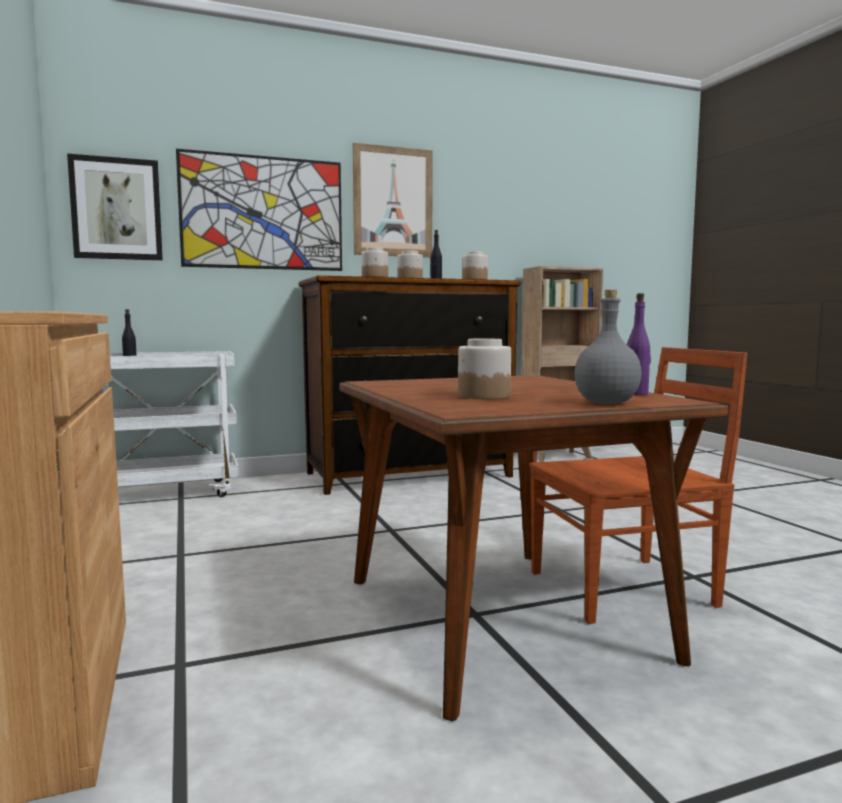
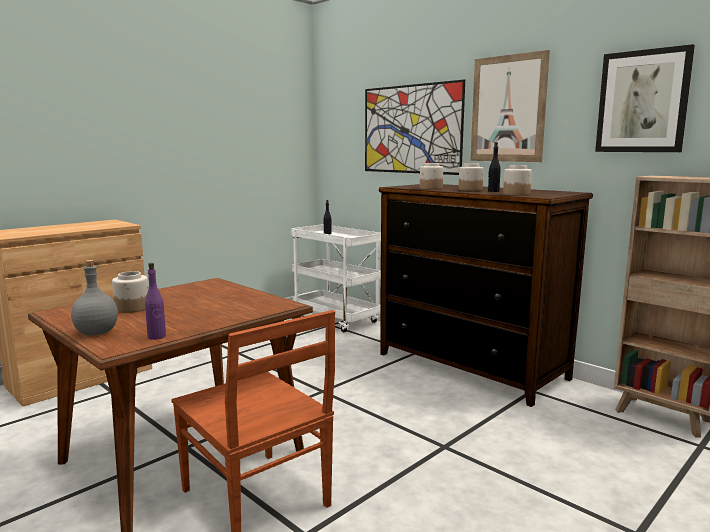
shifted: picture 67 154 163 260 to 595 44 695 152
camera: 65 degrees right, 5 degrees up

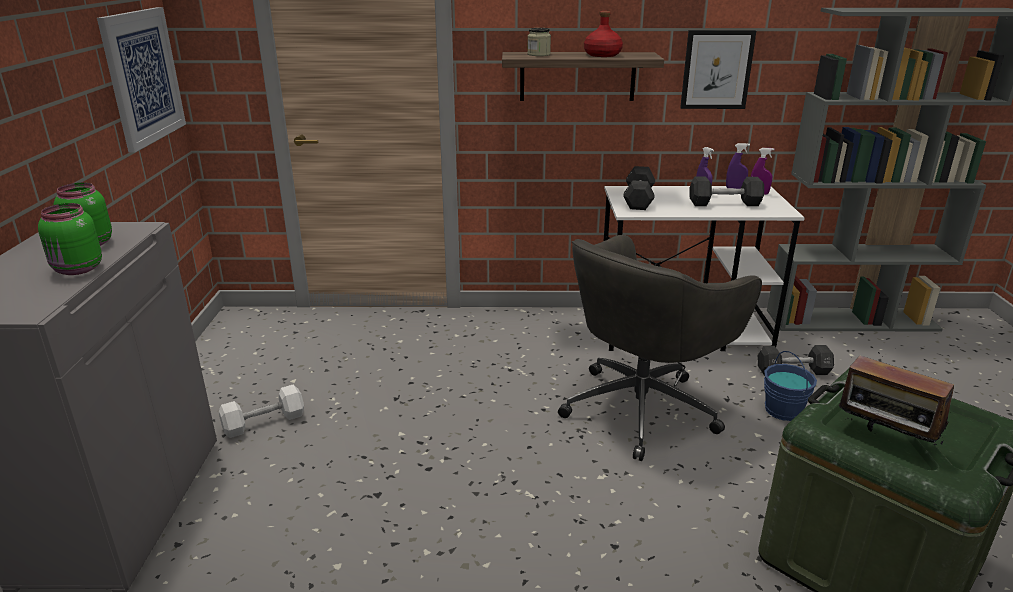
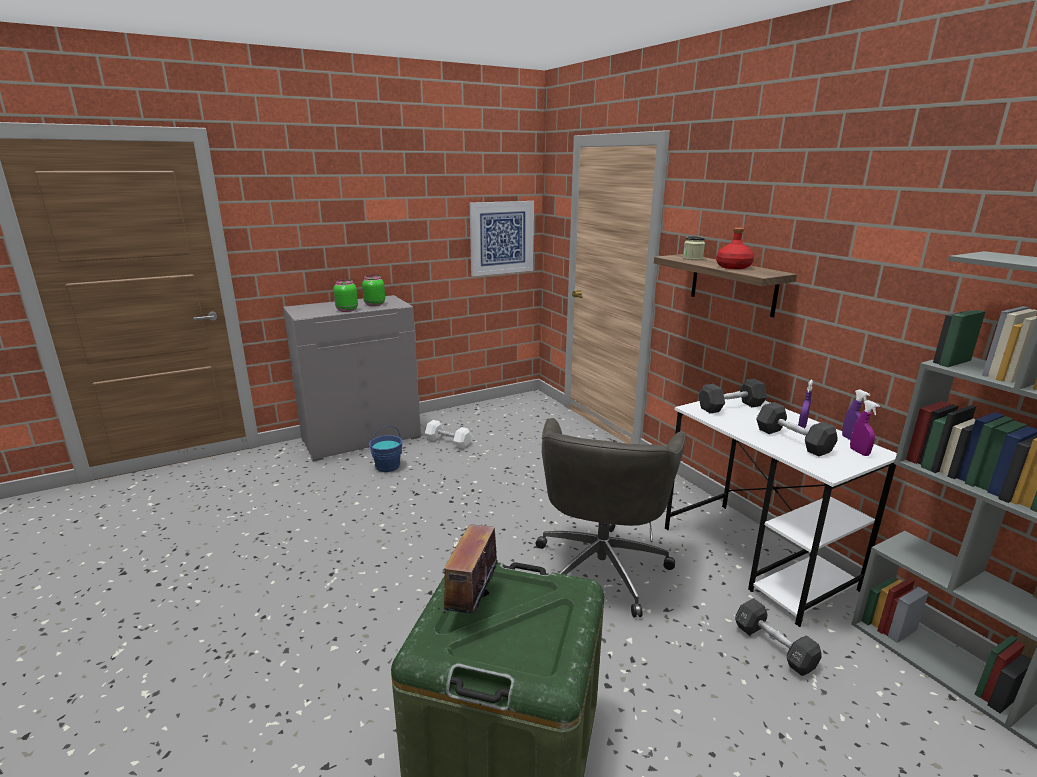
gone: picture 680 30 756 109
shifted: blue bucket 764 351 817 421 to 369 426 402 472
rotated: grey office chair 558 235 762 461 = 535 418 686 617 90 degrees counterclockwise
camera: 60 degrees right, 5 degrees down

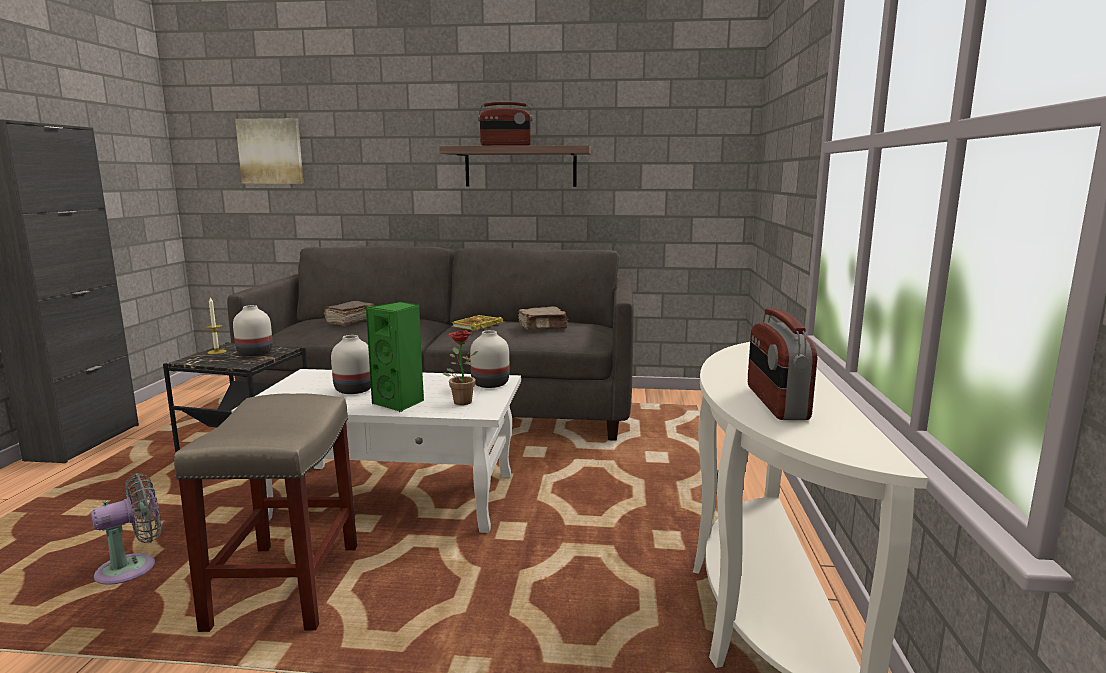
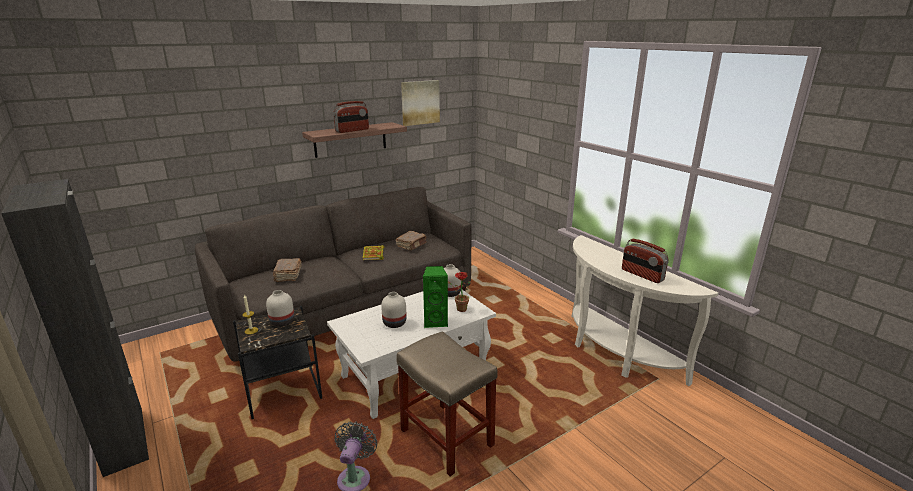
shifted: picture 235 118 304 184 to 401 80 440 126
camera: 40 degrees left, 10 degrees up

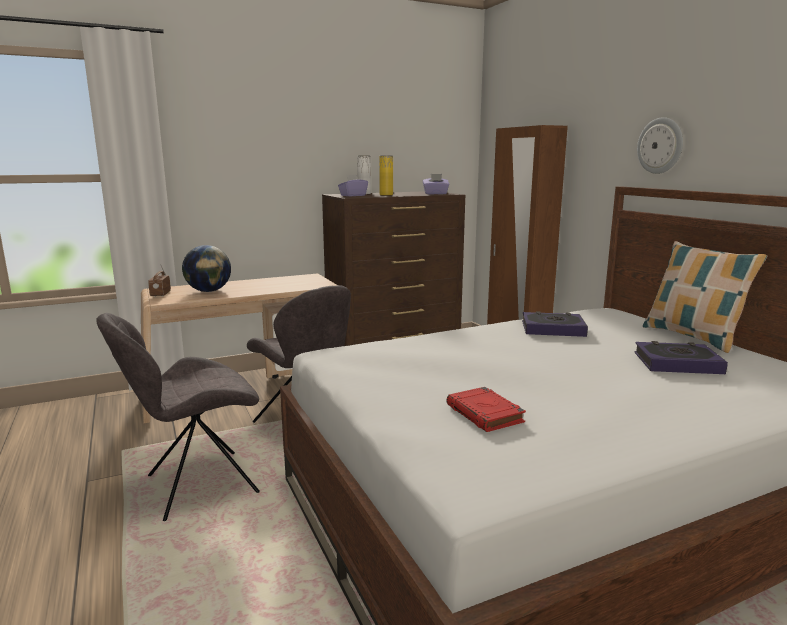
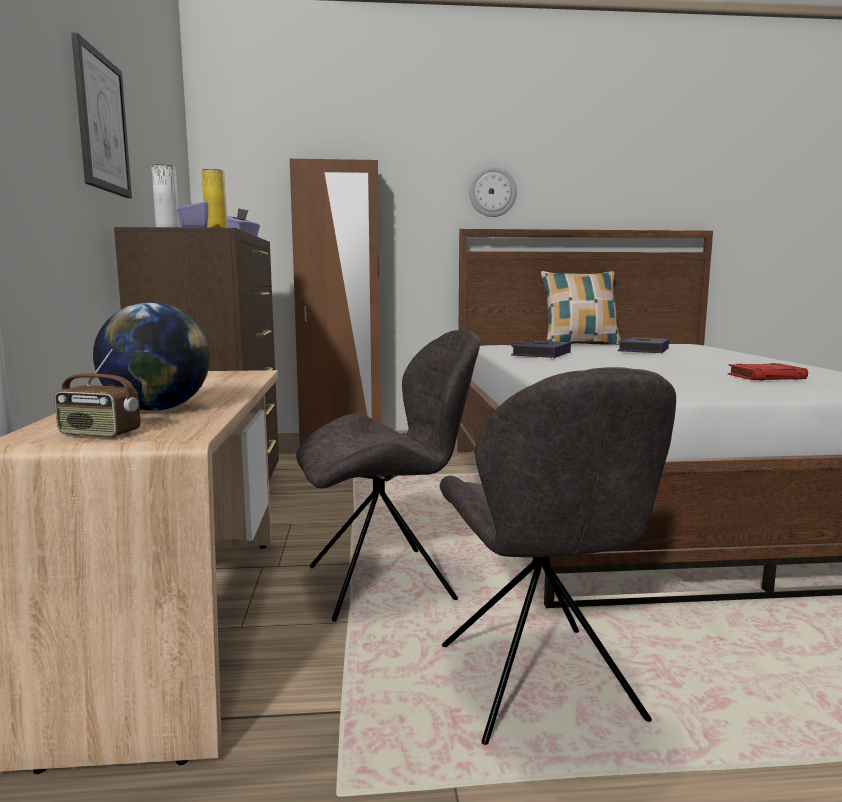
new: picture 71 33 132 198
camera: 70 degrees left, 5 degrees down

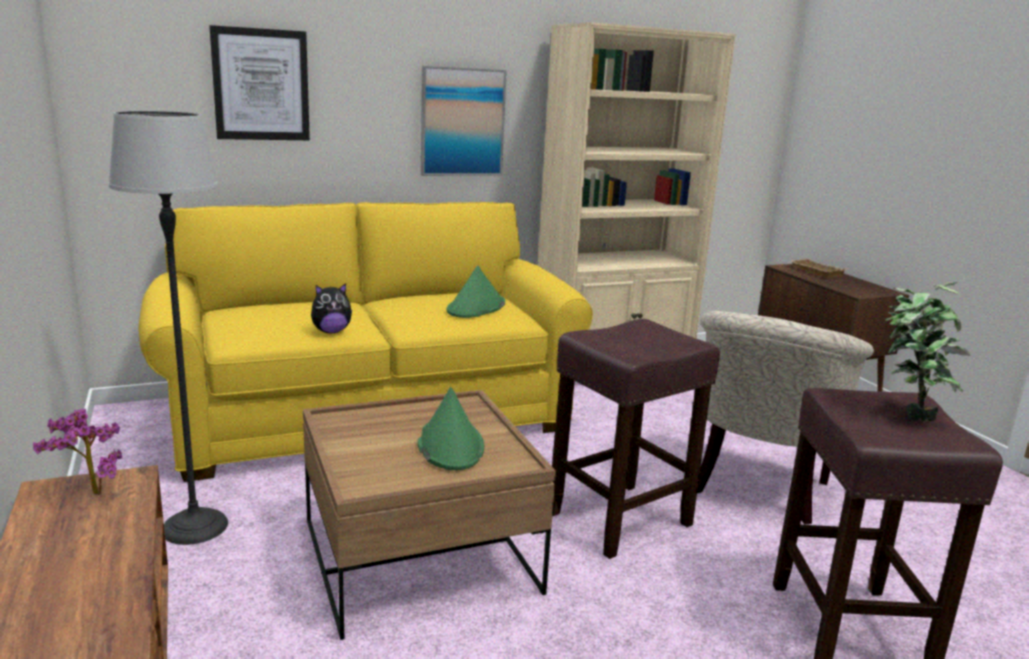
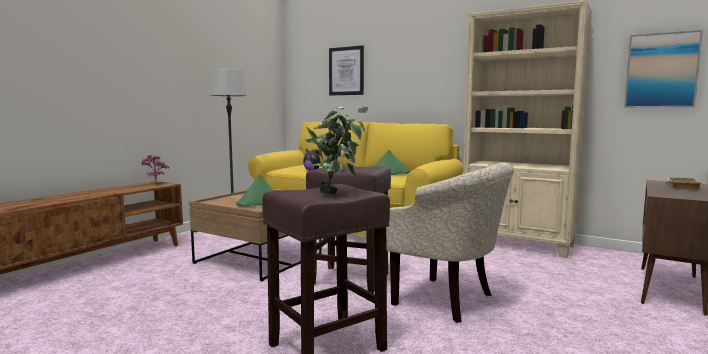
shifted: picture 421 66 507 176 to 624 30 703 108
rotated: beige armchair 697 311 874 524 = 386 163 514 323 135 degrees counterclockwise
camera: 55 degrees right, 10 degrees down

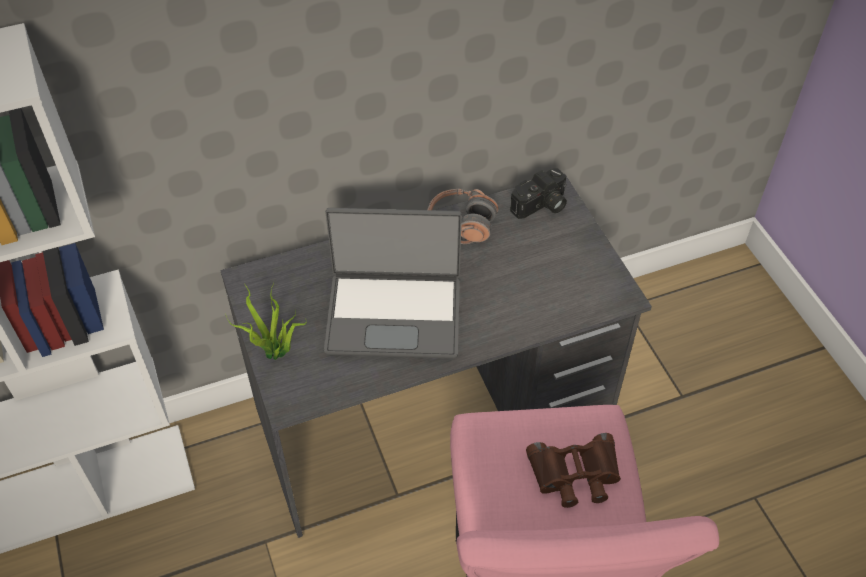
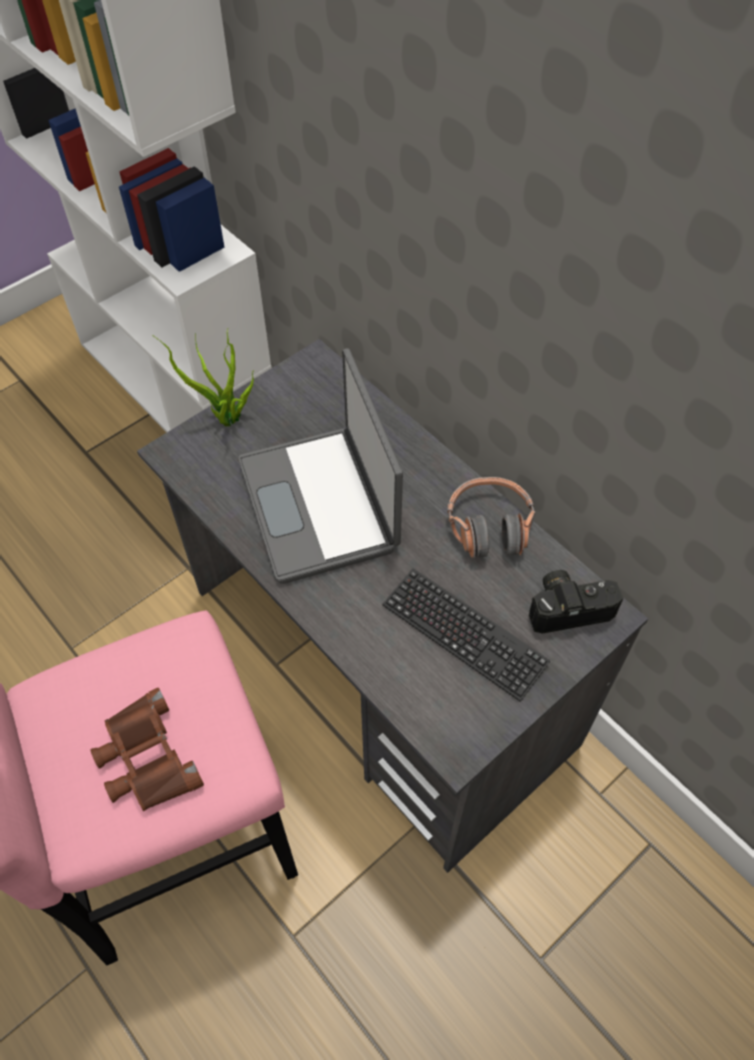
new: keyboard 382 568 551 702
rotated: photo camera 510 168 567 219 = 529 570 623 634 135 degrees clockwise
camera: 70 degrees right, 5 degrees up

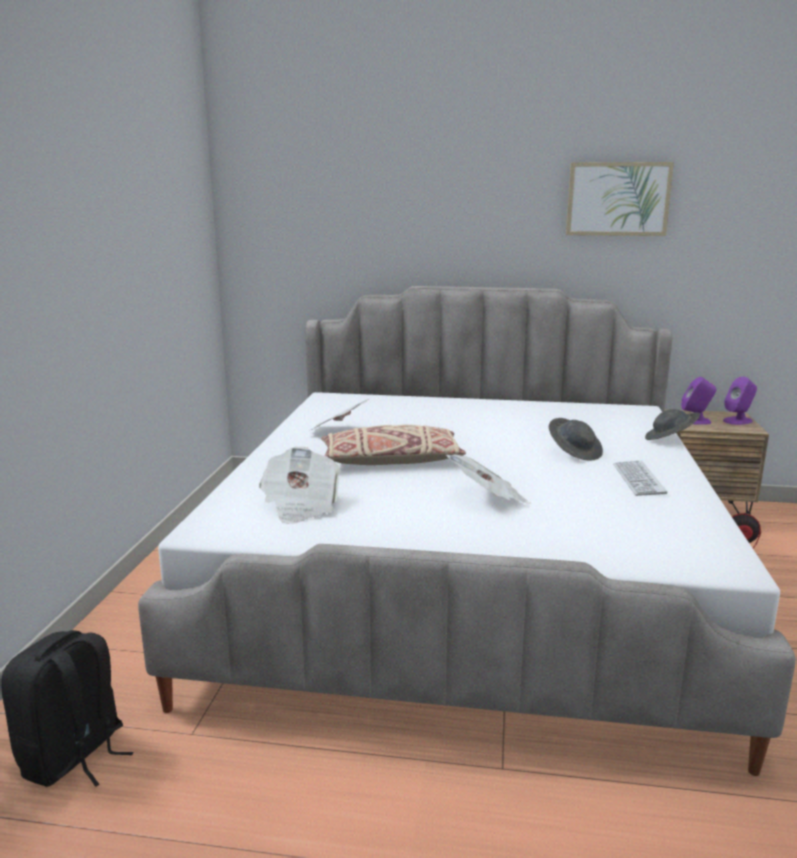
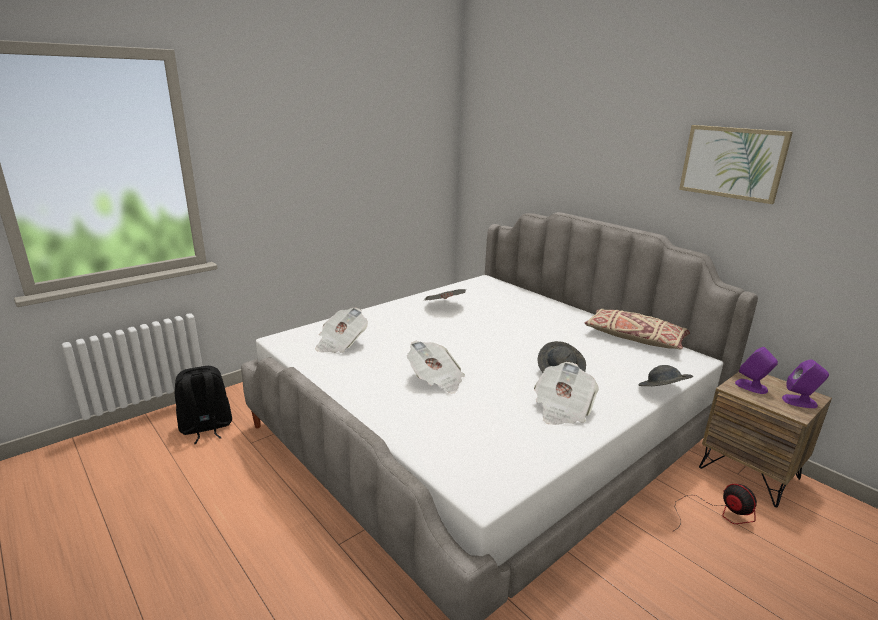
shifted: beige pillow 321 424 466 465 to 585 309 690 349
swapped: keyboard 613 460 667 496 to newspaper 534 362 599 425
camera: 40 degrees right, 5 degrees up

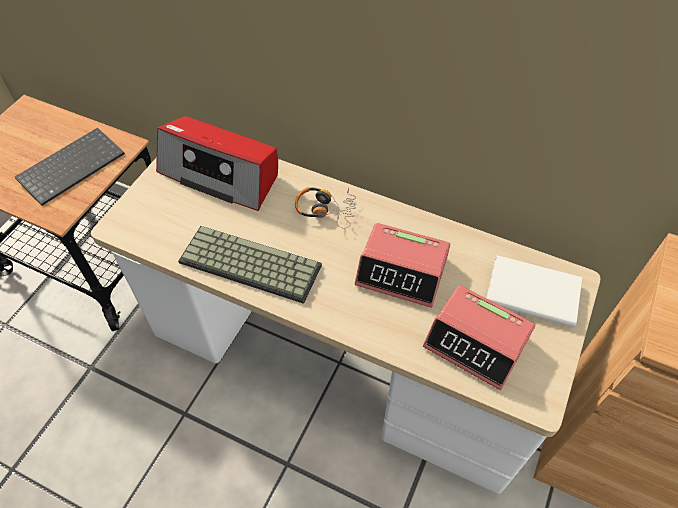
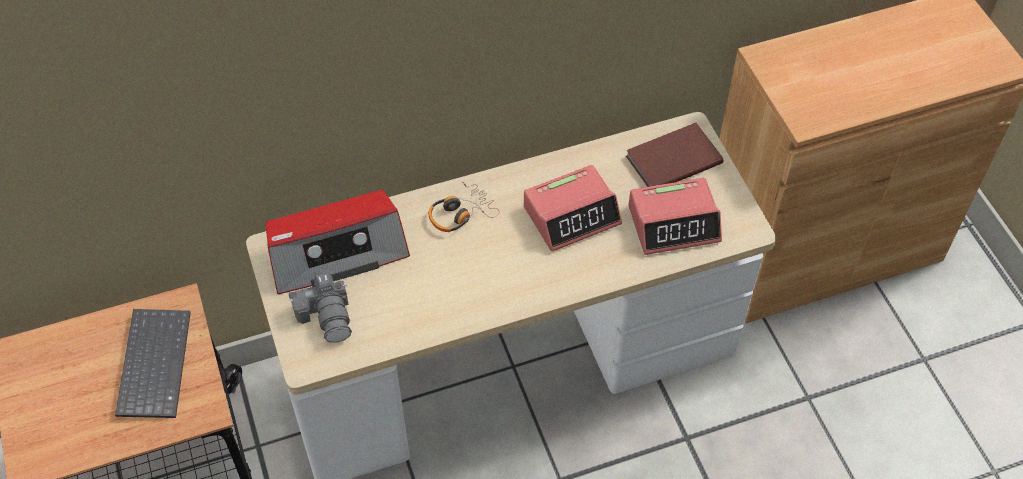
gone: keyboard 178 226 322 304
new: photo camera 289 271 352 343
repainted: white book 486 255 582 328 to brown book 626 123 723 187
camera: 45 degrees left, 0 degrees up

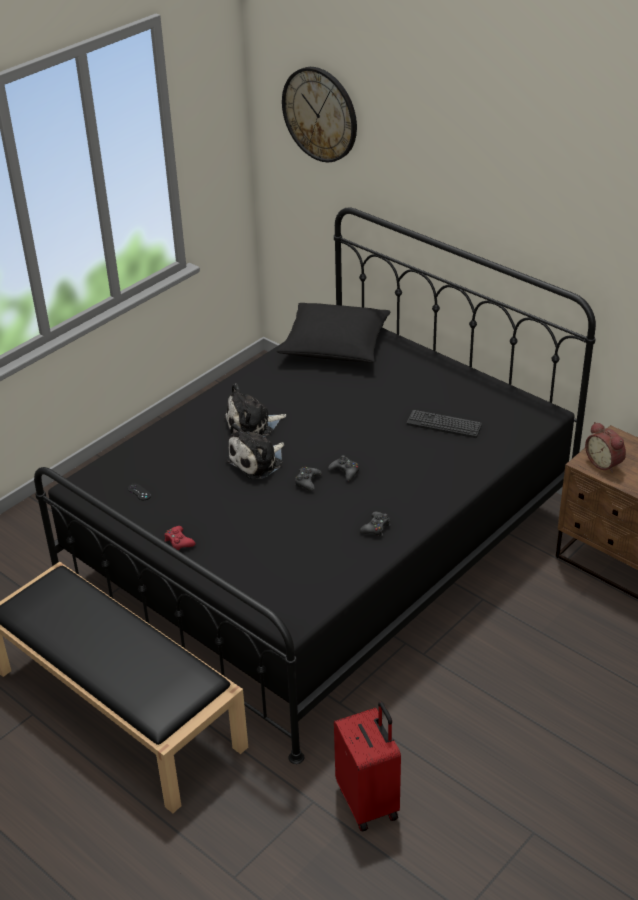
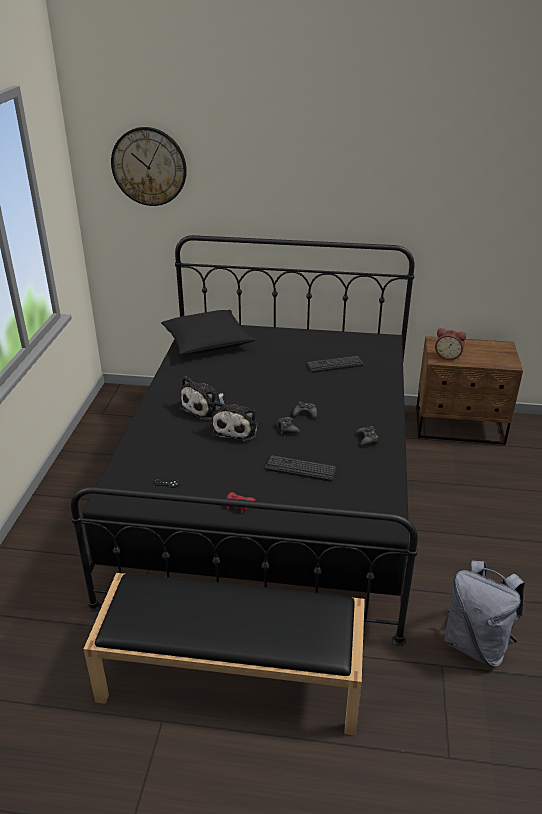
new: keyboard 265 455 336 482
swapped: red suitcase 334 702 401 831 to grey backpack 444 560 525 667
camera: 35 degrees left, 5 degrees down

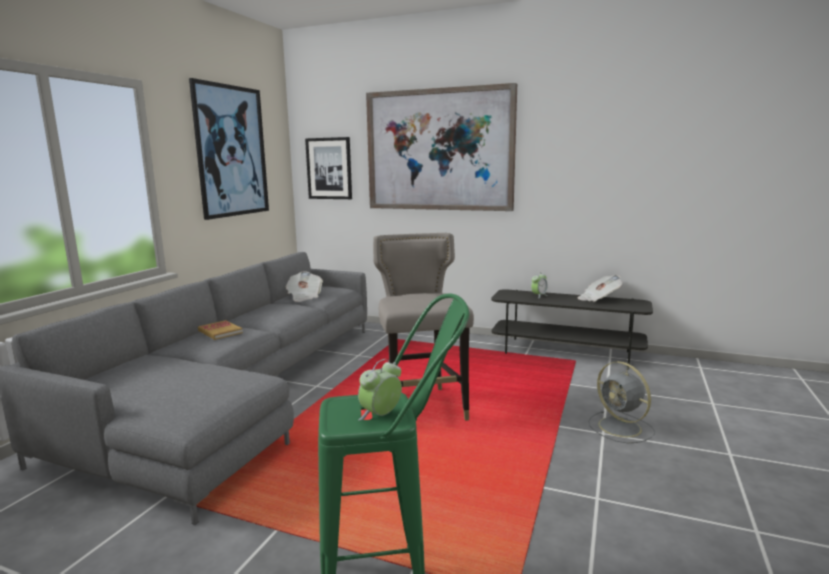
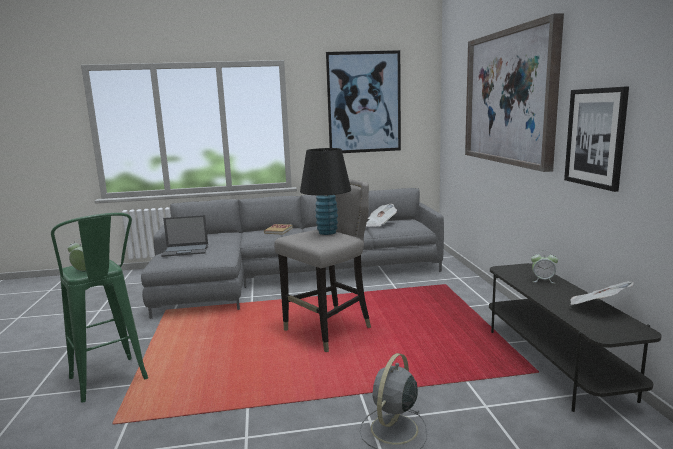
new: black table lamp 300 148 351 235; laptop 161 215 208 257
shifted: picture 305 137 352 199 to 564 86 629 192
camera: 60 degrees right, 0 degrees up

